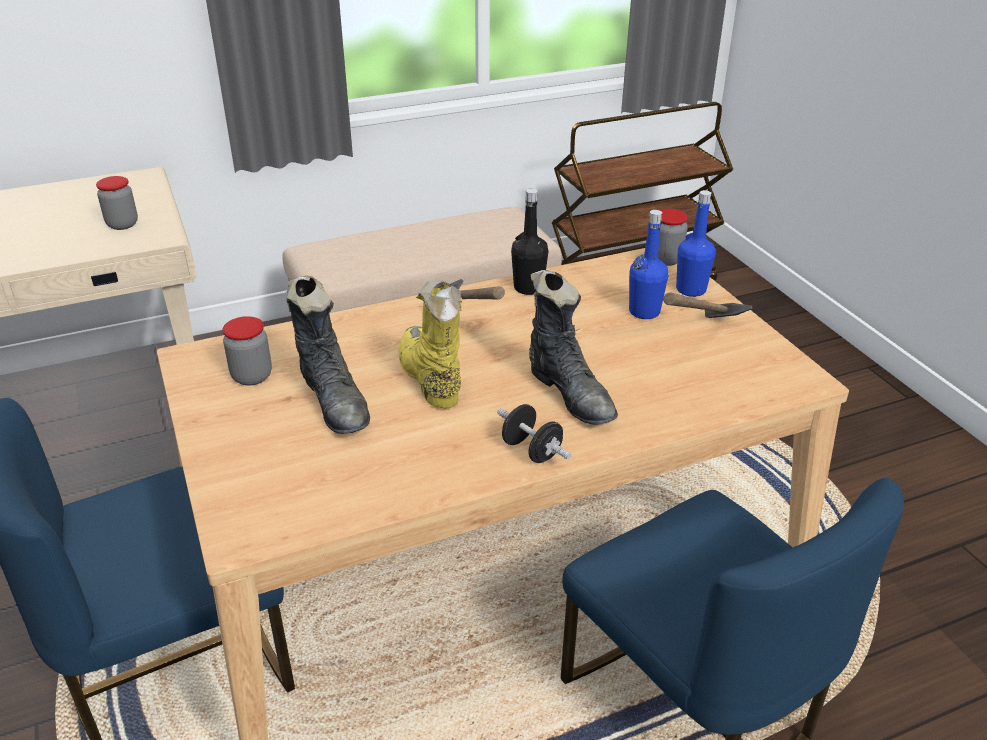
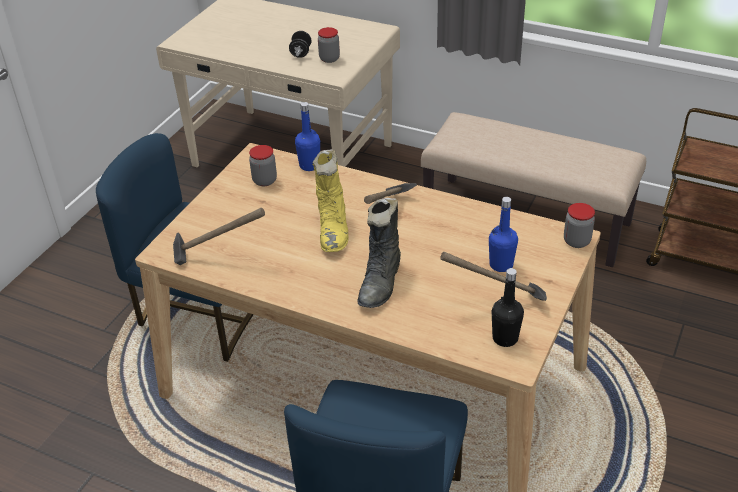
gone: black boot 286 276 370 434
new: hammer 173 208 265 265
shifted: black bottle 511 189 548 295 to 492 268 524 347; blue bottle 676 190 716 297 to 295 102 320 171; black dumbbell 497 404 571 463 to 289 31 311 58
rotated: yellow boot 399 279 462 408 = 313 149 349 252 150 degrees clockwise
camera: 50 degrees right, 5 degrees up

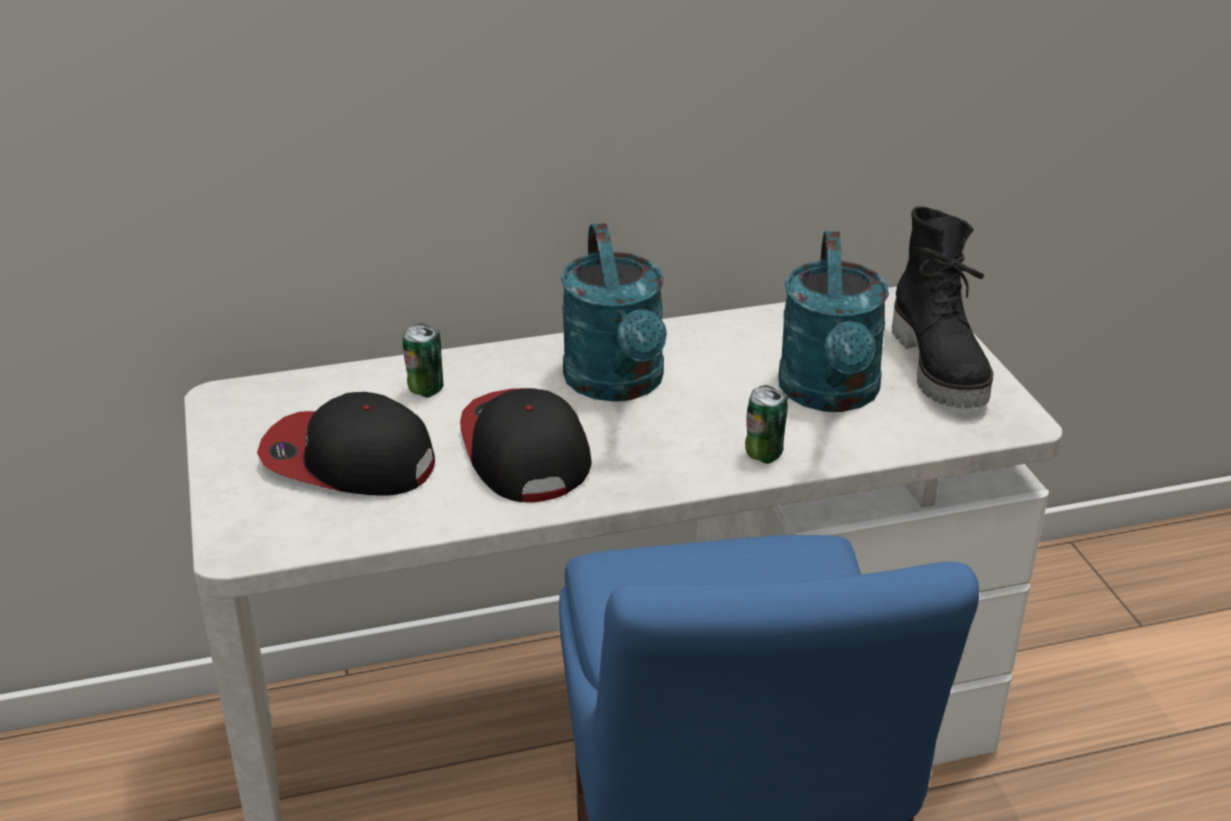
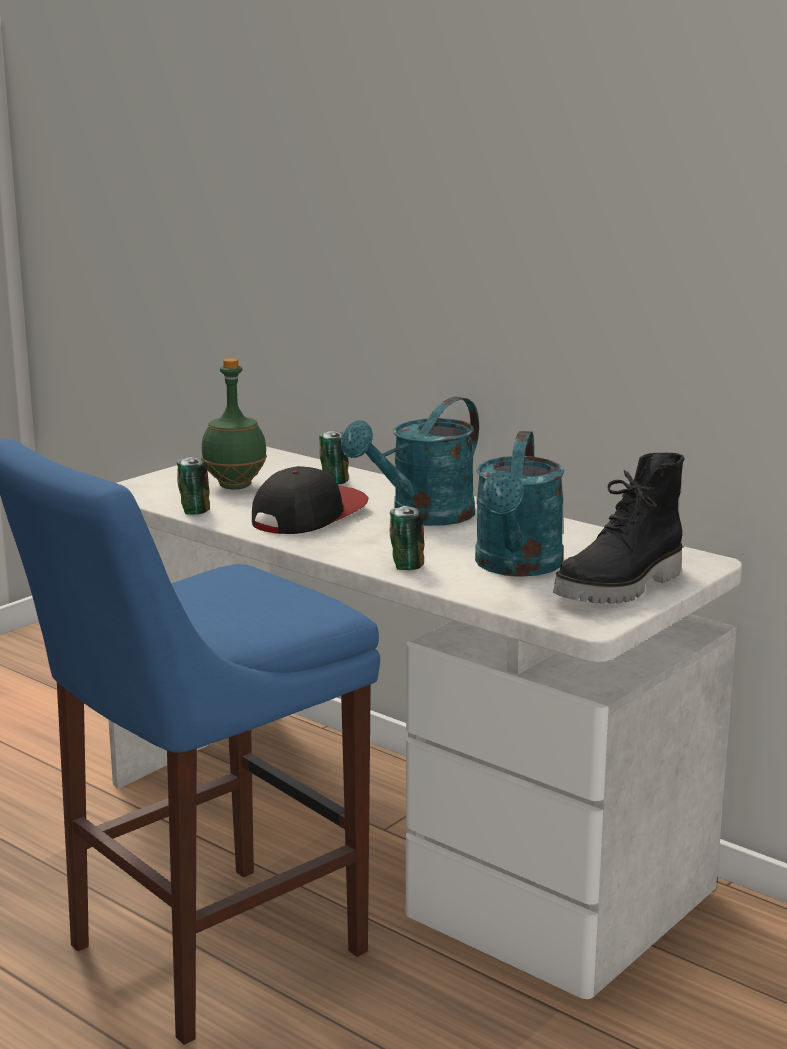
new: can 177 457 210 515
swapped: cap 257 392 435 496 to green bottle 201 358 267 489
rotated: turquoise watering can 778 231 889 412 = 475 431 564 577 45 degrees counterclockwise
camera: 55 degrees right, 15 degrees down

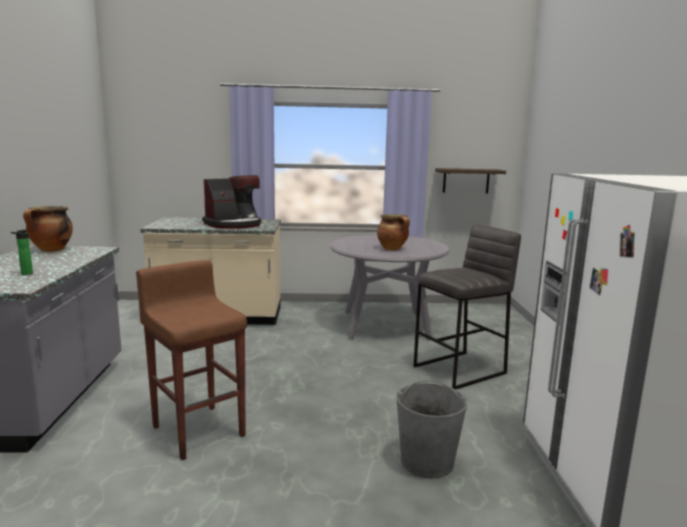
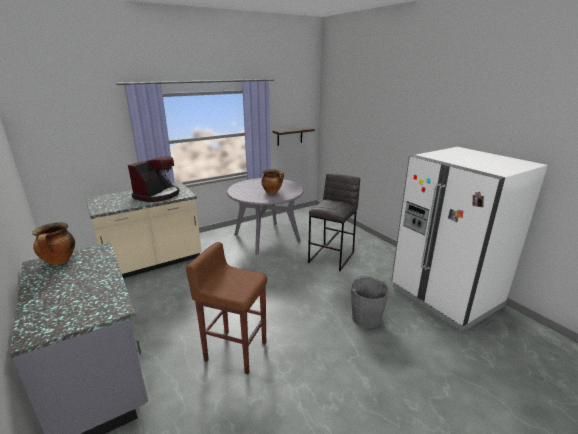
gone: bottle 11 229 33 275
camera: 30 degrees left, 10 degrees up

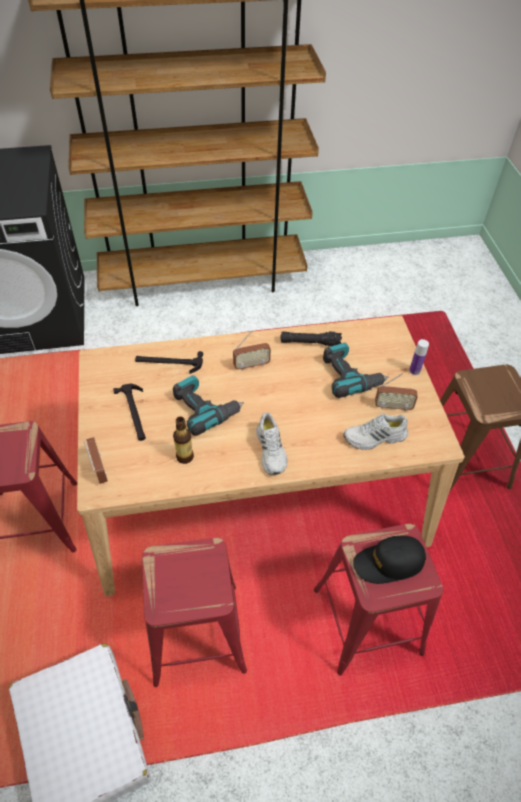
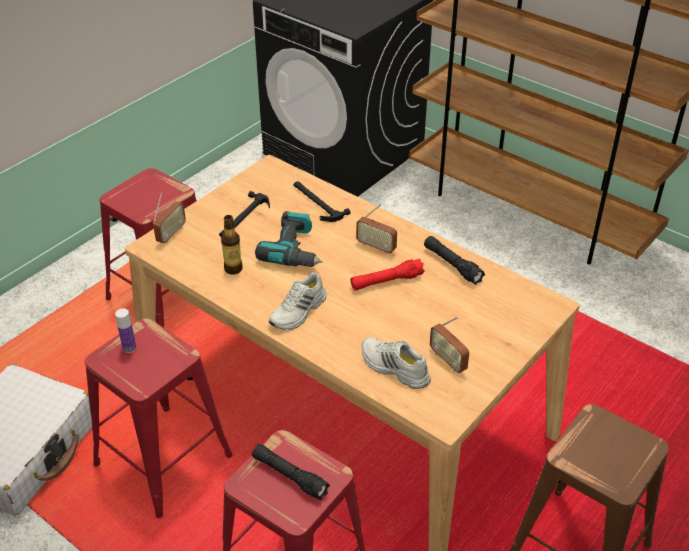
gone: power drill 323 343 389 398
new: red flashlight 351 259 425 290
shifted: bottle 409 339 429 375 to 115 308 136 353
swapped: black cap 353 536 426 584 to black flashlight 252 444 330 500
camera: 50 degrees right, 10 degrees down

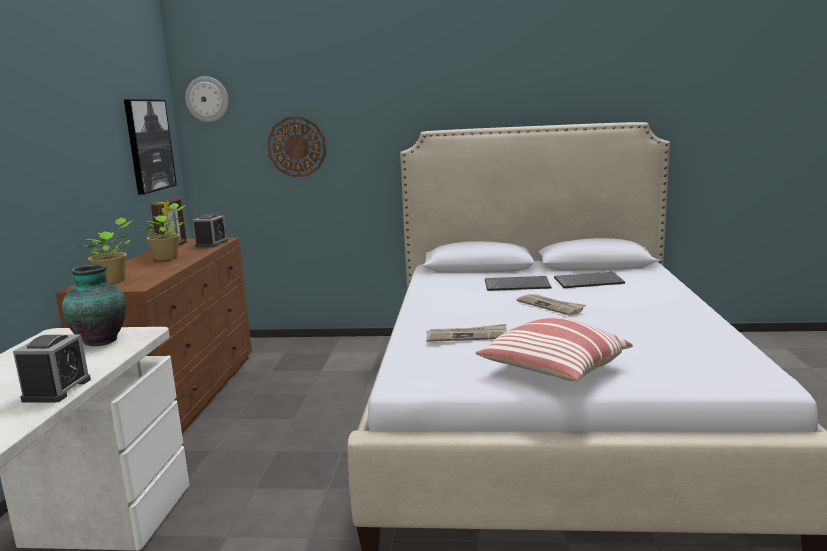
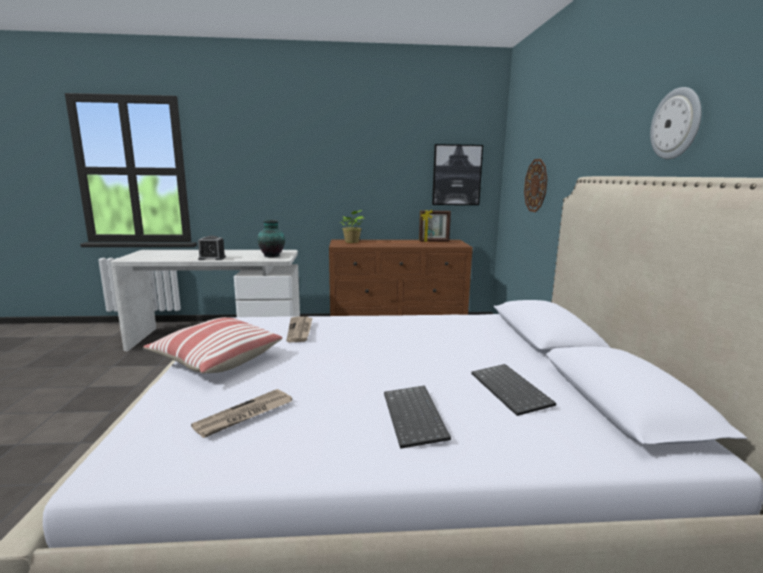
gone: potted plant 139 203 186 261; alarm clock 192 215 228 247
shifted: wall clock 185 76 229 122 to 650 87 701 159; keyboard 485 276 551 291 to 384 385 451 449; newspaper 517 294 586 316 to 191 389 292 438
camera: 80 degrees right, 0 degrees up

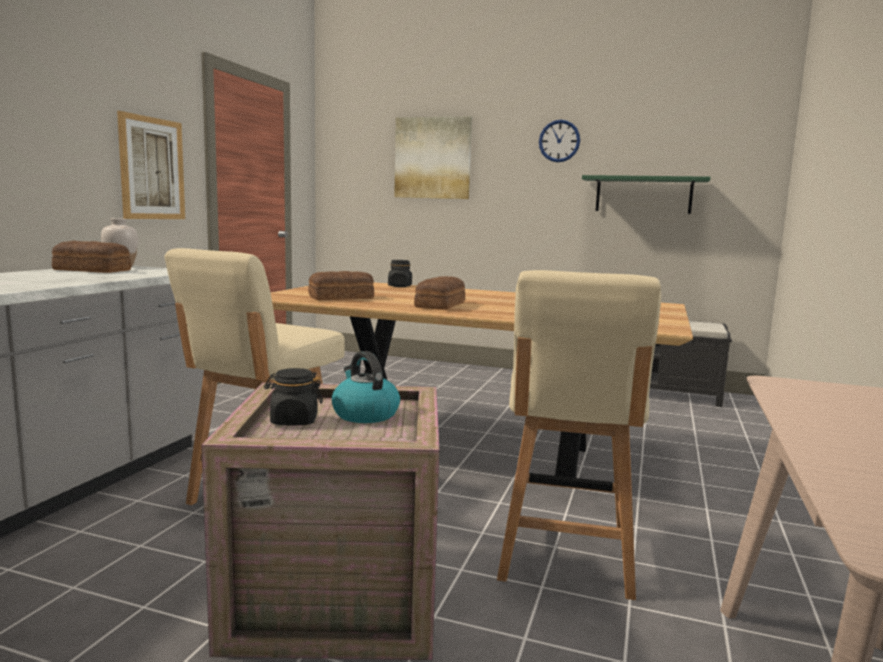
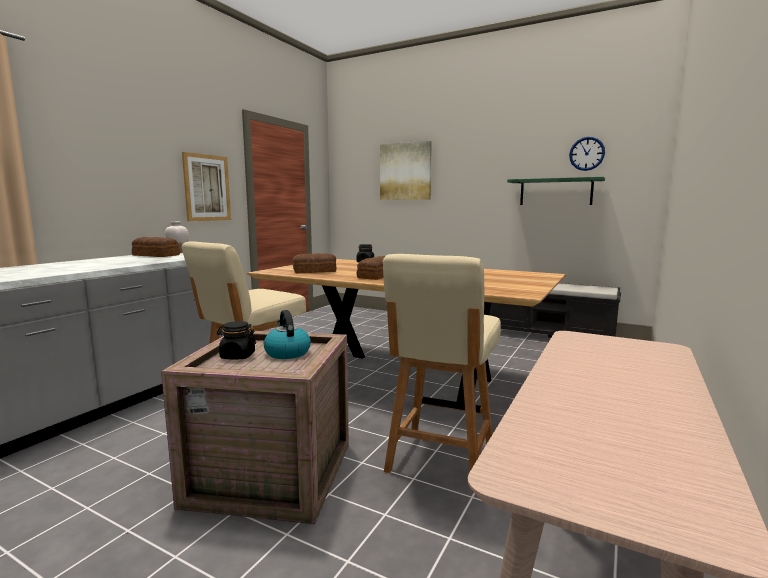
shifted: wall clock 539 120 580 162 to 569 137 605 171
camera: 10 degrees right, 0 degrees up

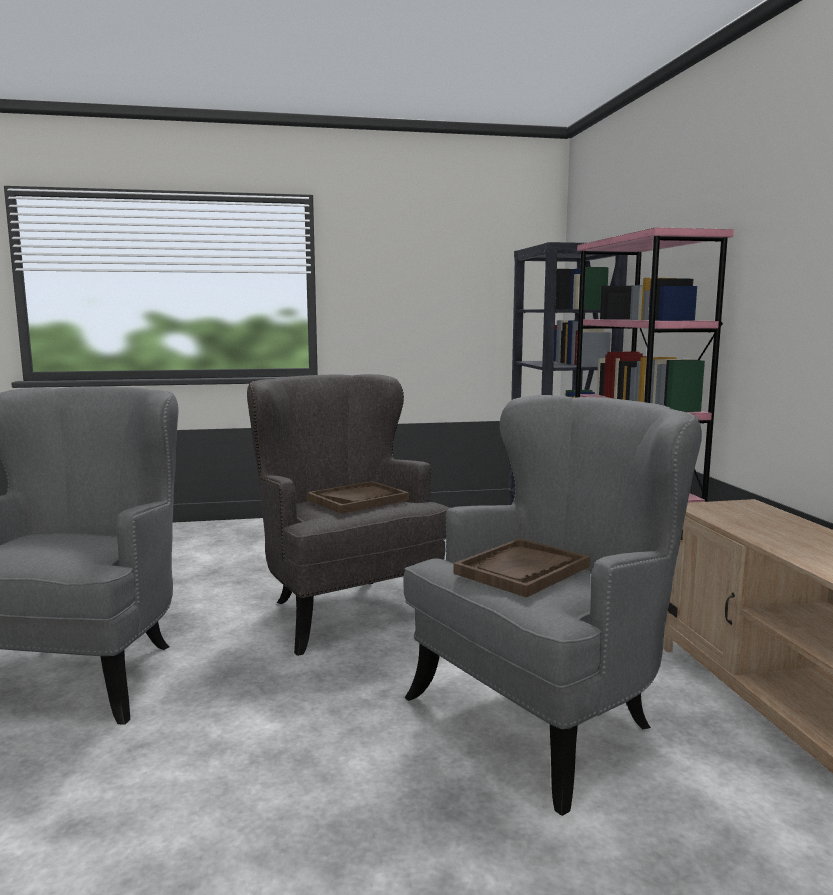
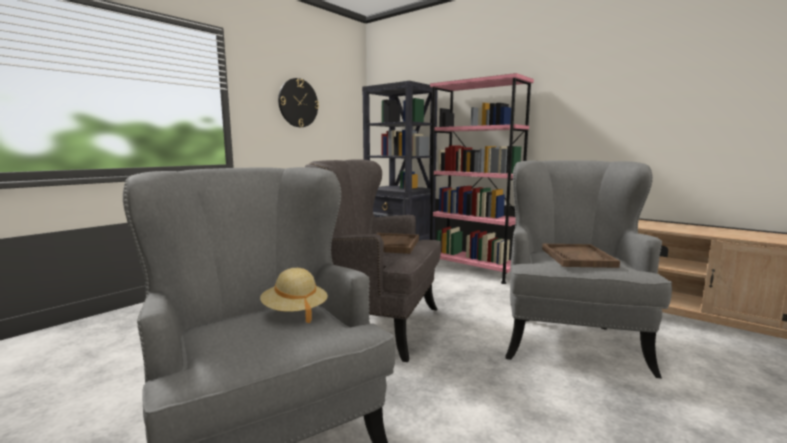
new: wall clock 278 78 319 127; beige hat 260 268 328 323
camera: 40 degrees left, 0 degrees up

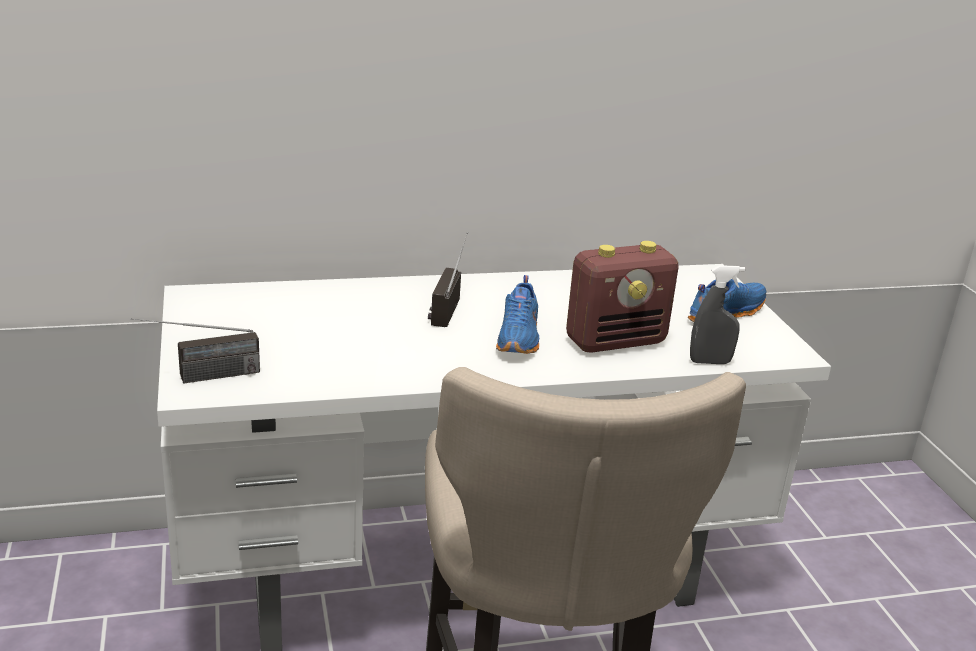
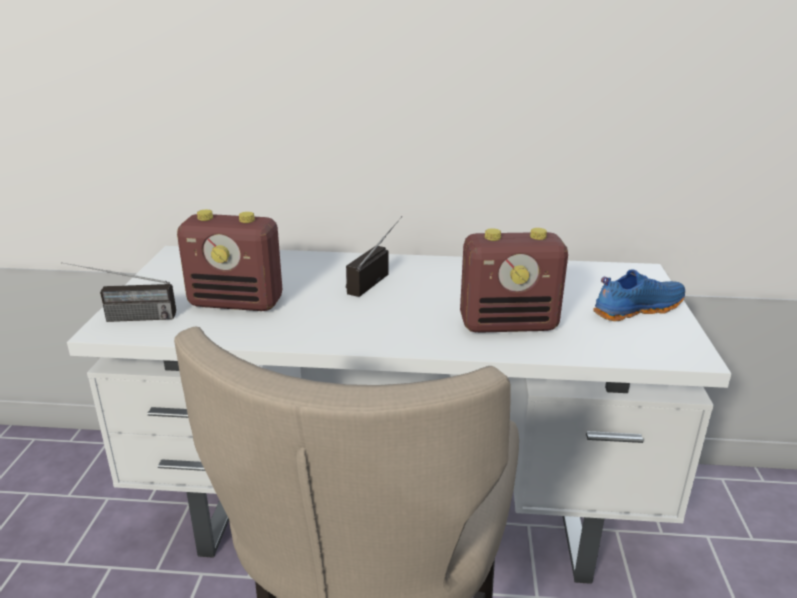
gone: grey spray bottle 690 265 745 364; blue shoe 496 275 539 354
new: radio 177 210 282 311
camera: 20 degrees right, 0 degrees up

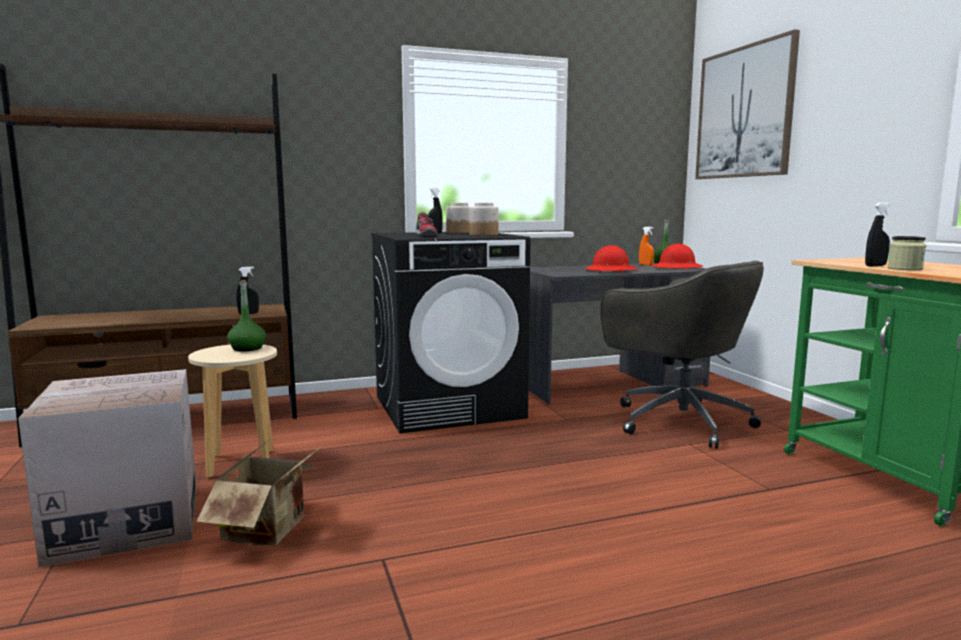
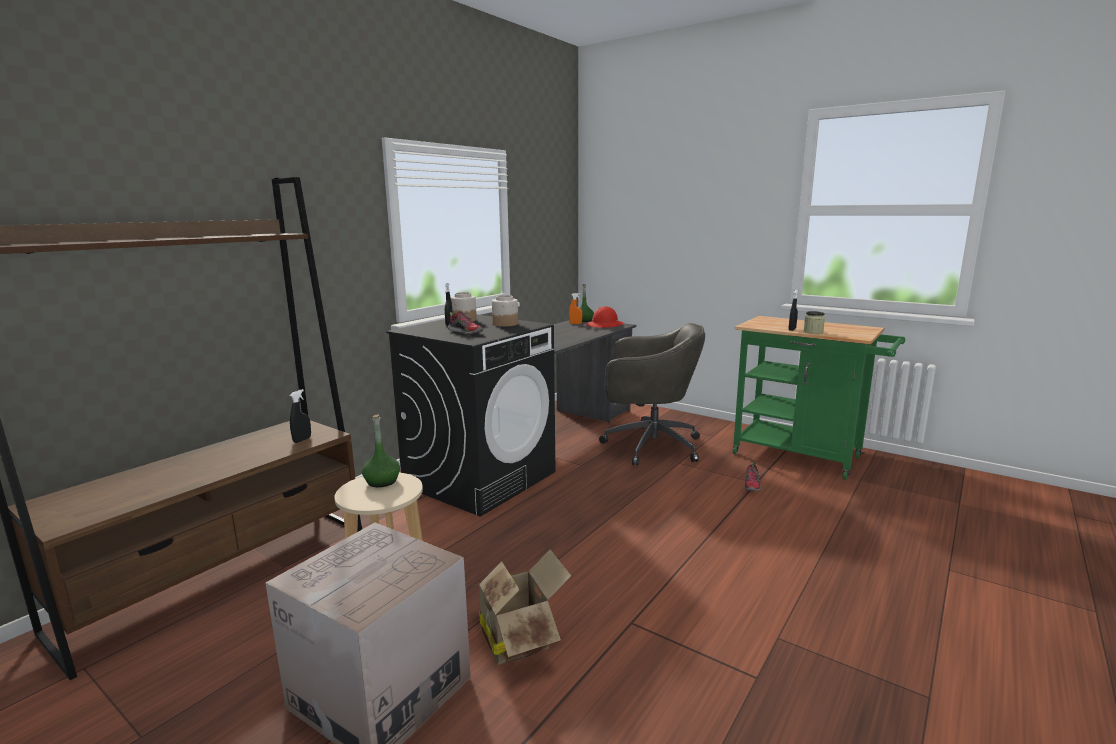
gone: picture 695 29 800 179; red hard hat 585 245 637 272
new: shoe 744 462 761 491
camera: 35 degrees left, 5 degrees up

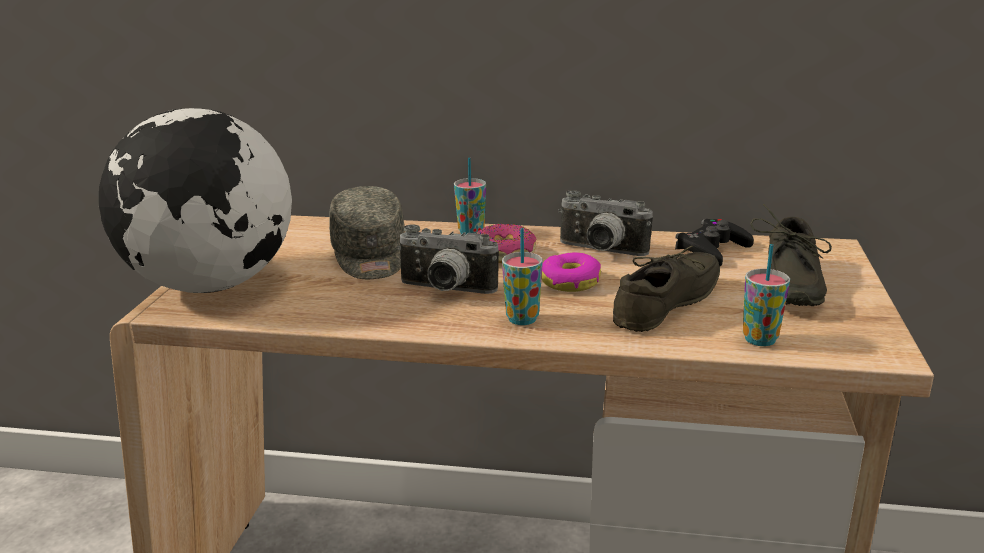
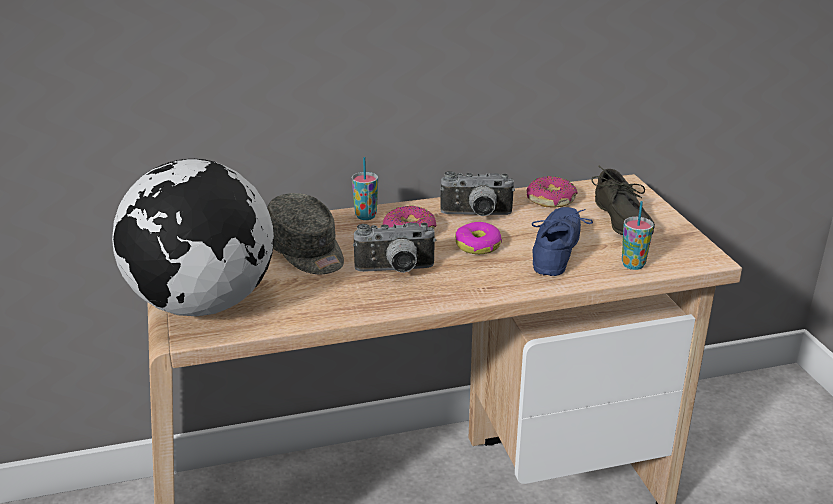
gone: cup 502 228 543 325
swapped: black game controller 675 219 754 266 to donut 527 176 578 208
repainted: grey shoe 613 246 720 332 to blue shoe 532 207 593 276
camera: 25 degrees left, 5 degrees up

